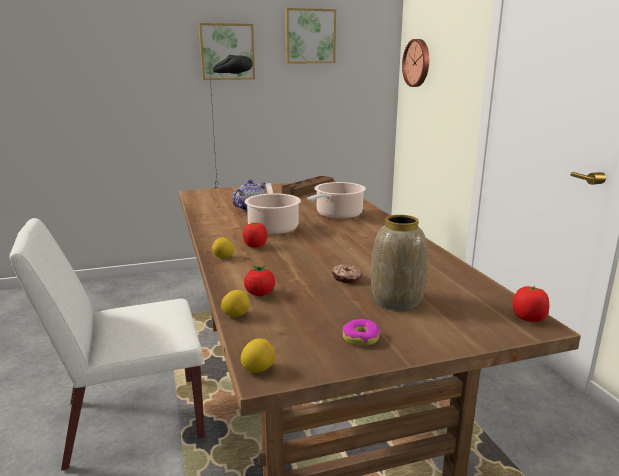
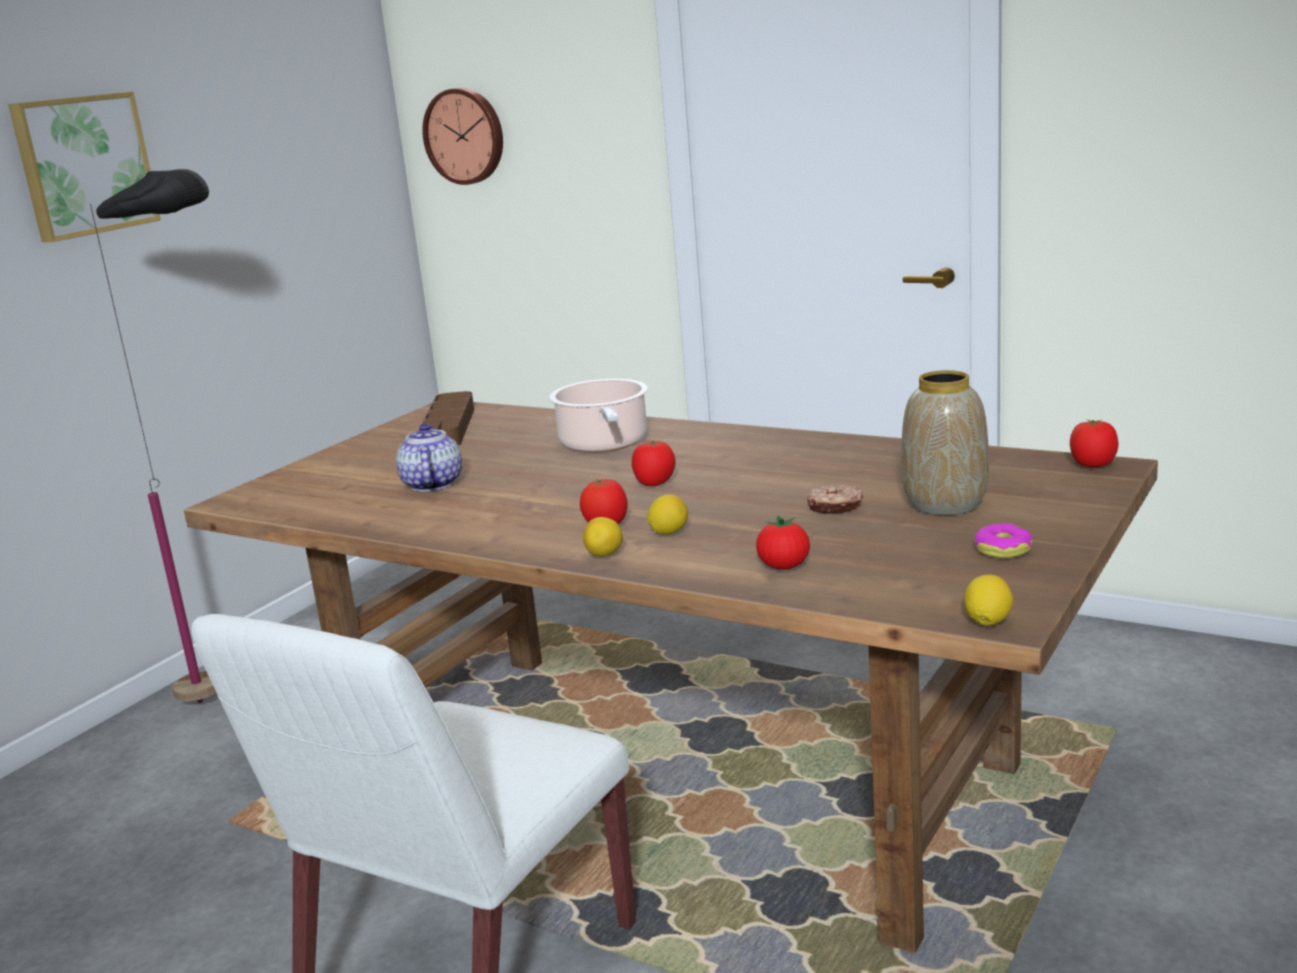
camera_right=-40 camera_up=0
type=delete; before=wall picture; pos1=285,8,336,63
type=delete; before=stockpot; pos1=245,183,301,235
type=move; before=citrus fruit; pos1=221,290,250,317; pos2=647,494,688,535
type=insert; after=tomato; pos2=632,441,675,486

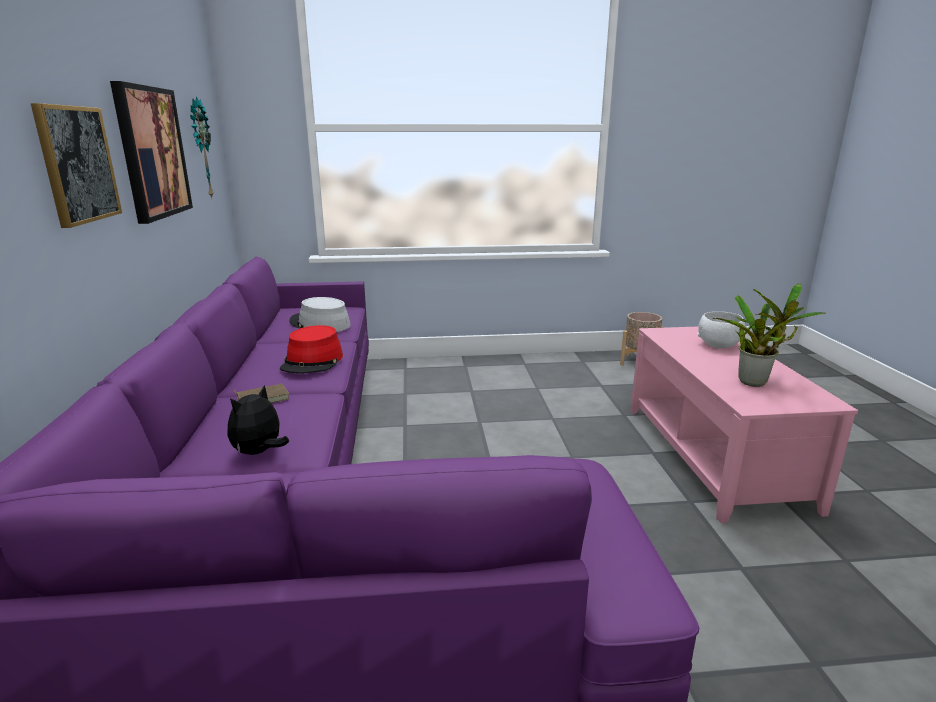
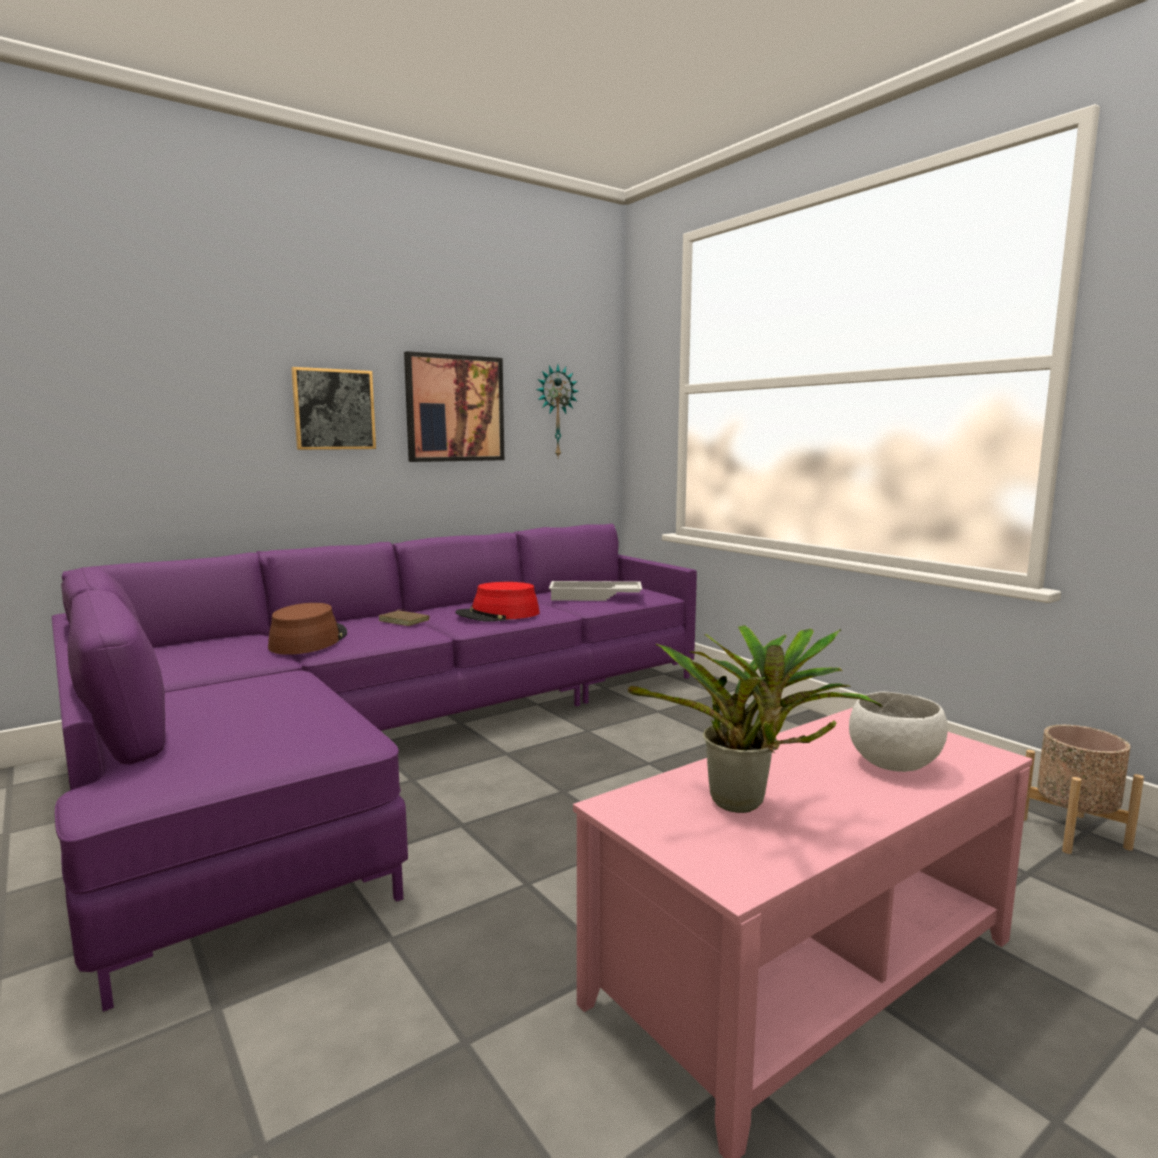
camera_right=60 camera_up=-10
type=replace; before=gray hat; after=white-coloured tray; pos1=289,297,351,332; pos2=549,581,642,601
type=replace; before=soft toy; after=brown hat; pos1=228,385,289,455; pos2=268,603,347,655

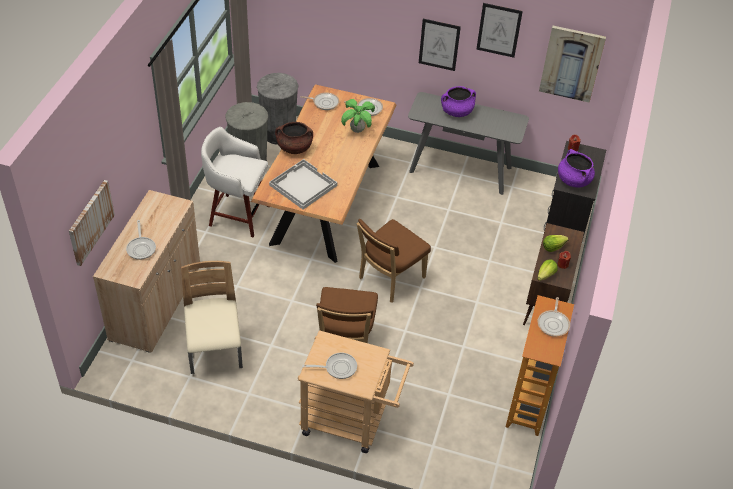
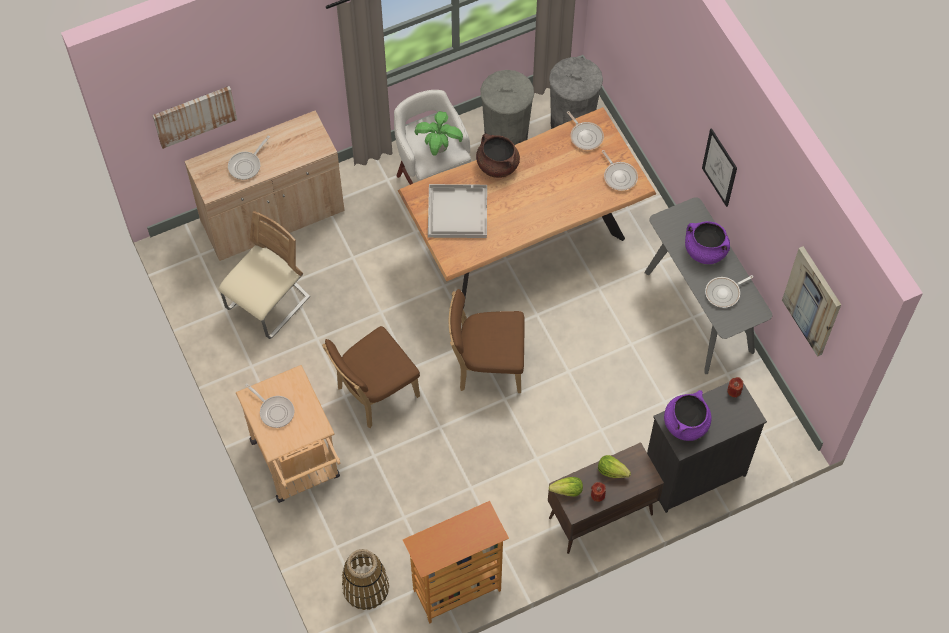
camera_right=50 camera_up=15
type=delete; before=wall picture; pos1=476,3,523,58
type=move; before=potted plant; pos1=341,99,375,133; pos2=415,111,463,156
type=move; before=skillet; pos1=538,297,570,337; pos2=705,275,753,308
type=insert; after=basket; pos2=342,549,389,610

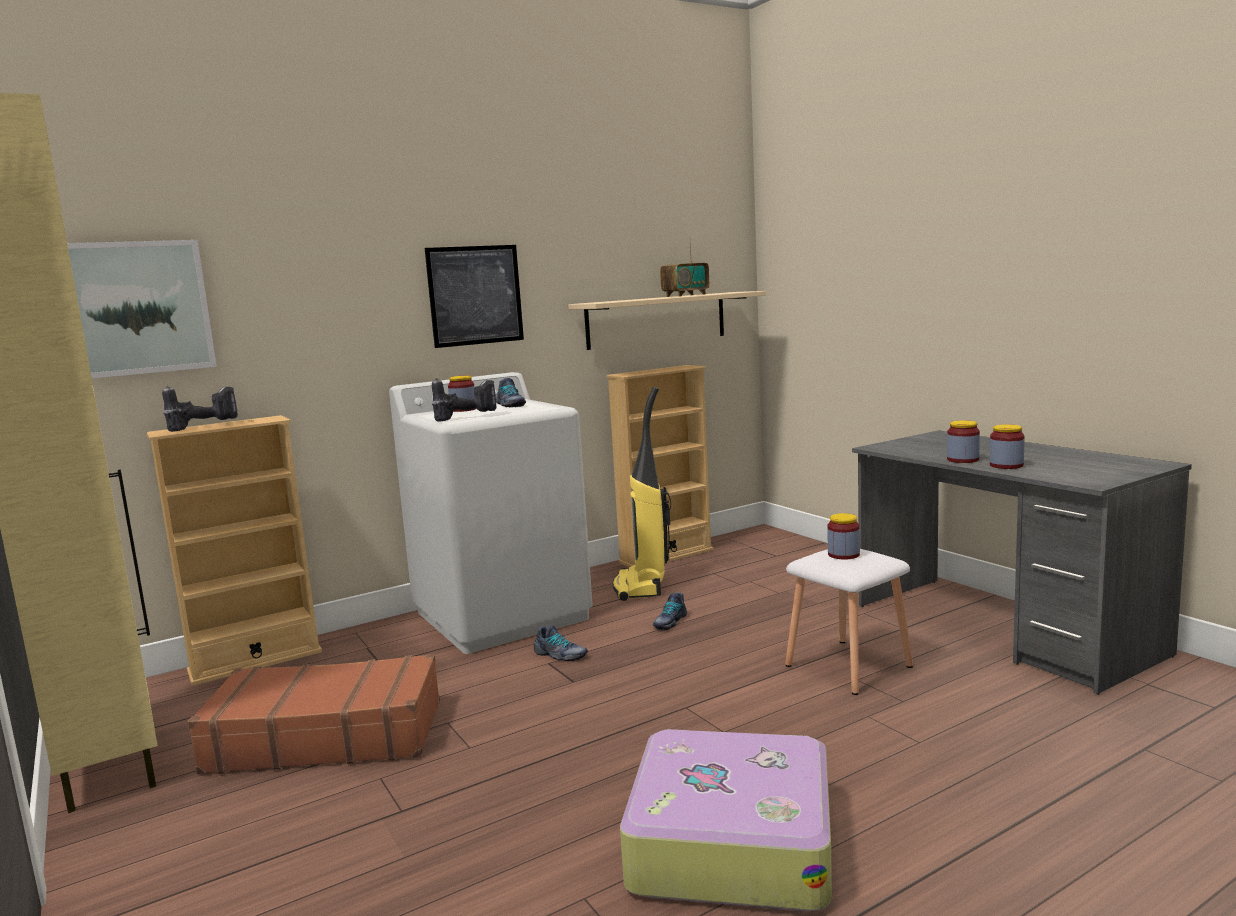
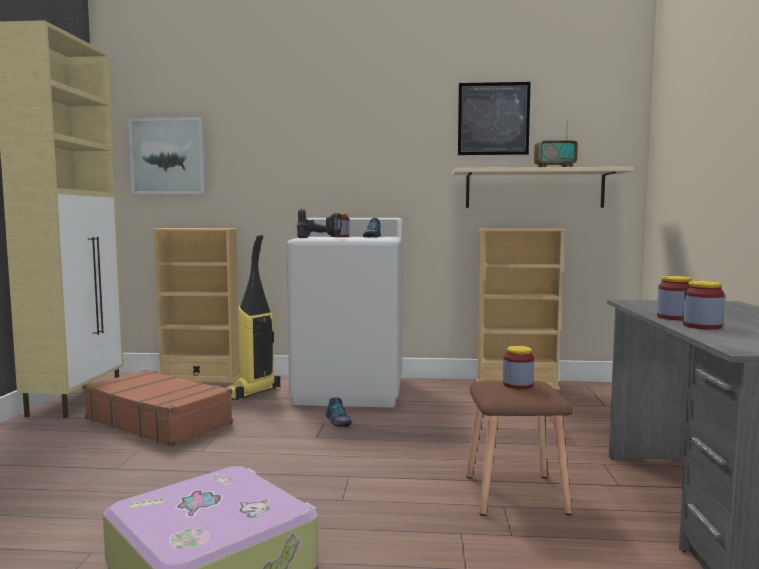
camera_right=35 camera_up=-5
type=move; before=wall picture; pos1=425,245,524,348; pos2=458,82,531,155
type=delete; before=electric drill; pos1=162,386,238,432
type=move; before=hoover; pos1=612,386,671,601; pos2=226,234,280,400
type=recolor; before=white-coloured sitting stool; after=brown sitting stool; pos1=785,549,913,695; pos2=466,381,573,516
type=delete; before=low shoe; pos1=653,592,687,631

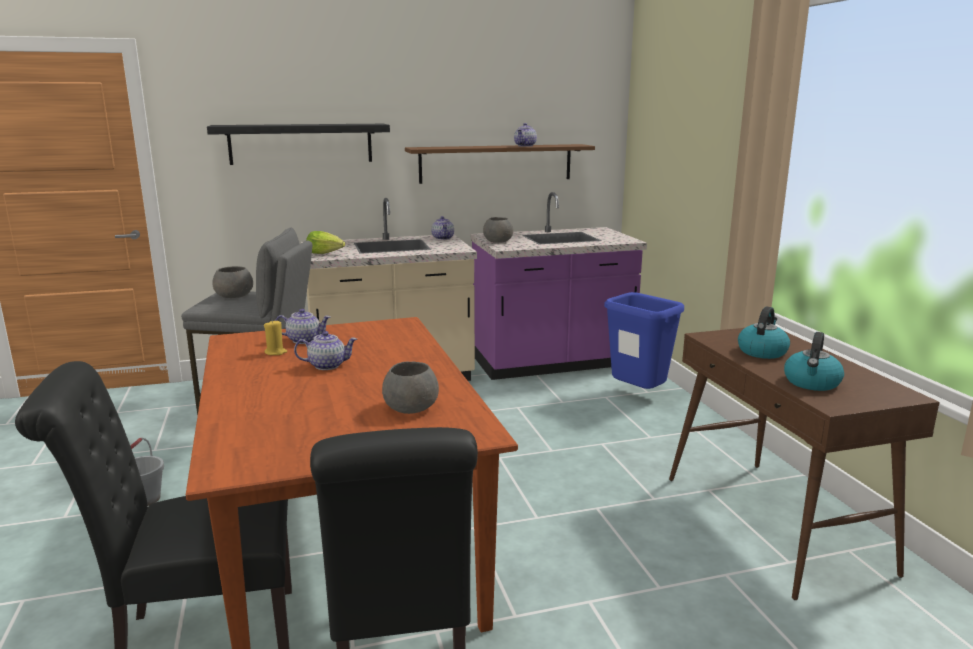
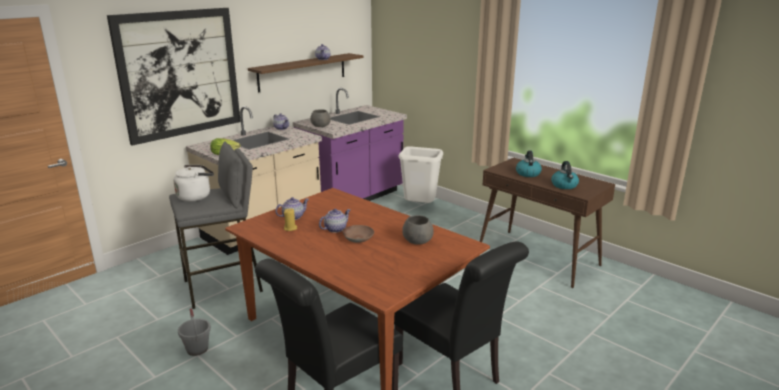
camera_right=-30 camera_up=5
type=replace; before=black-coloured shelf; after=wall picture; pos1=207,124,390,165; pos2=107,8,241,146
type=replace; before=gray deep dish; after=white-coloured tea kettle; pos1=212,266,253,298; pos2=174,165,214,202
type=recolor; before=blue trash can; after=white-coloured trash can; pos1=604,292,684,389; pos2=398,146,443,203
type=insert; after=brown deep dish; pos2=342,225,374,243

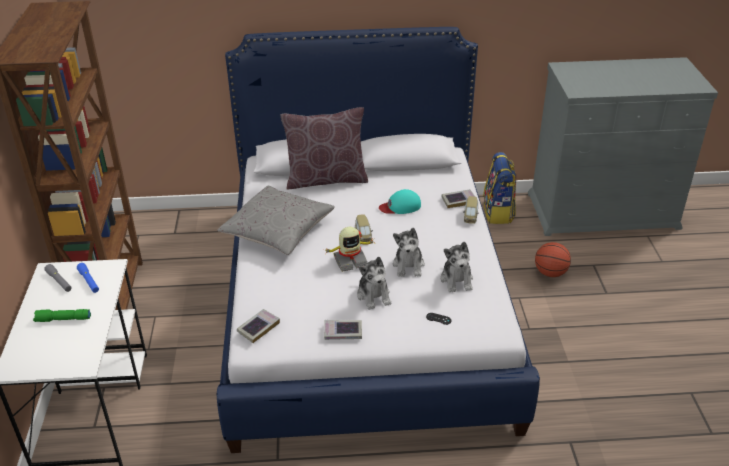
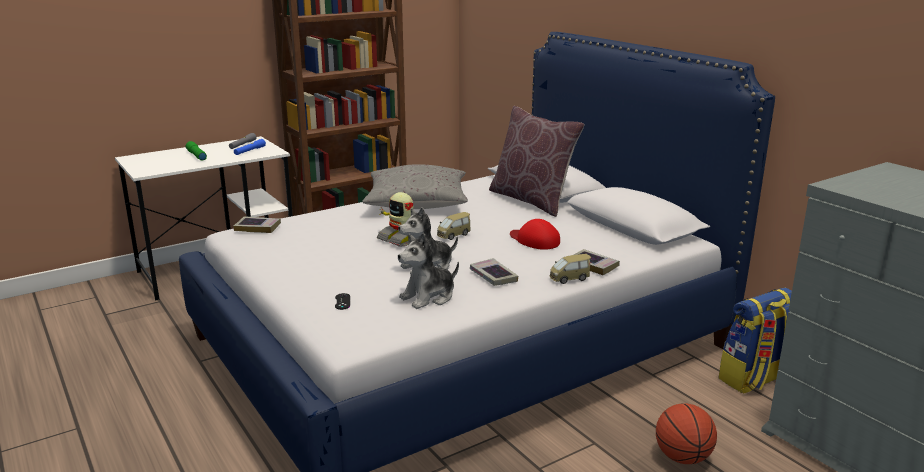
camera_right=60 camera_up=-15
type=recolor; before=blue-green baseball cap; after=red baseball cap; pos1=379,189,421,214; pos2=510,219,560,250
type=delete; before=soft toy; pos1=357,257,391,310
type=move; before=book; pos1=324,320,362,340; pos2=470,258,518,286

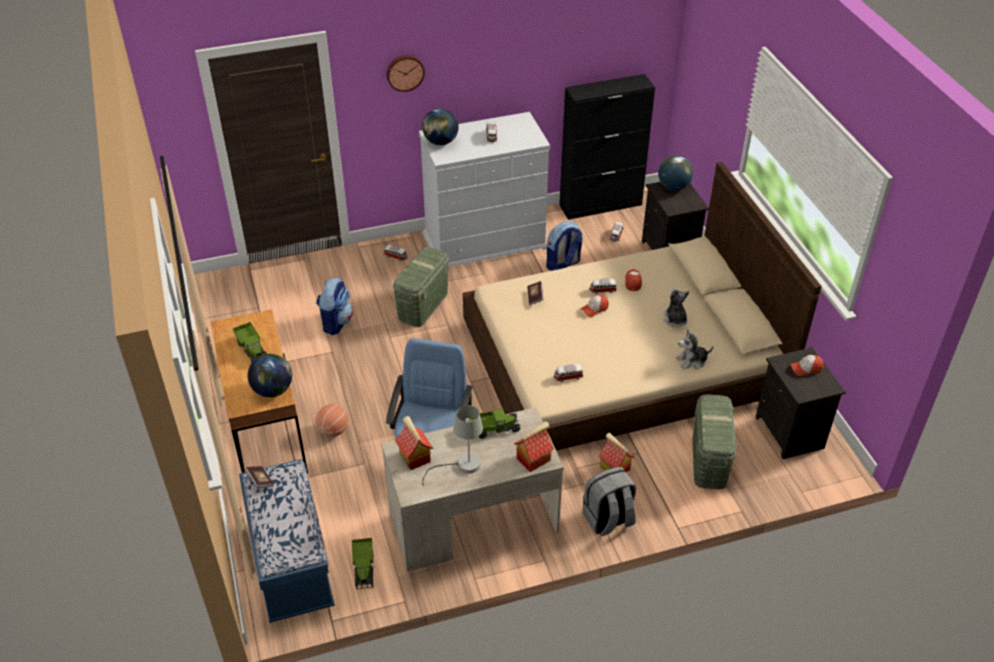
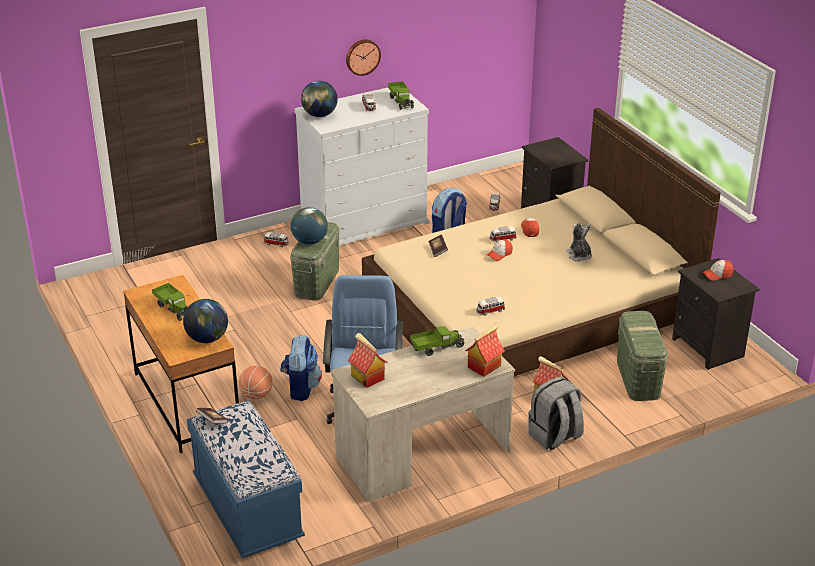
camera_right=-10 camera_up=-10
type=move; before=clock on the wall; pos1=386,55,425,92; pos2=346,39,381,76
type=delete; before=black-coloured cabinet; pos1=559,74,655,220
type=move; before=desk globe; pos1=658,156,693,191; pos2=290,207,328,245
type=move; before=rucksack; pos1=316,277,353,335; pos2=280,335,322,401
type=delete; before=soft toy; pos1=676,329,713,370
type=delete; before=gray table lamp; pos1=422,405,483,486
type=move; before=toy truck; pos1=352,538,374,590; pos2=388,81,414,110

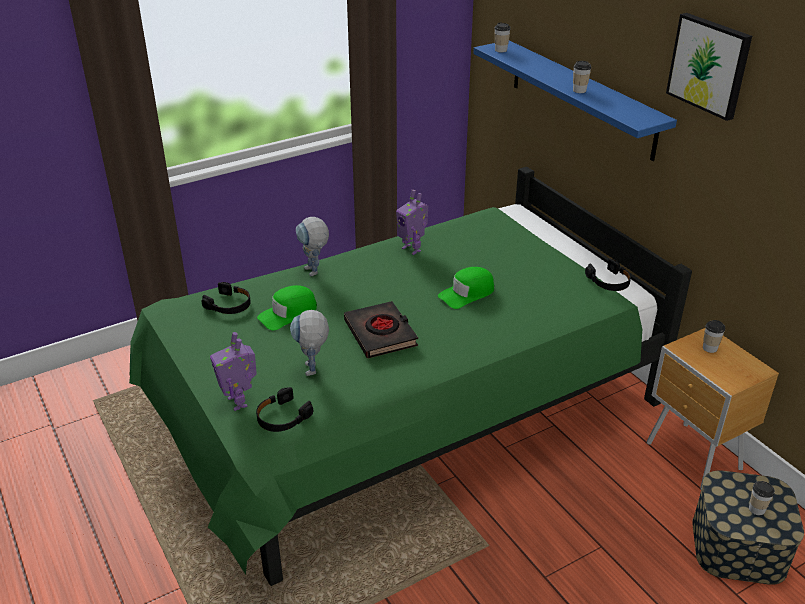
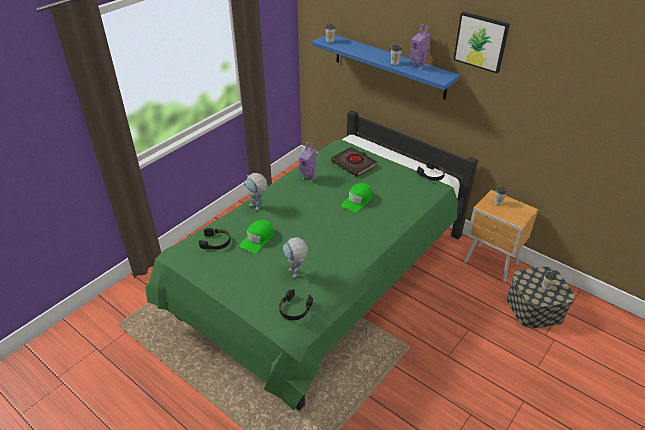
camera_right=-20 camera_up=5
type=move; before=black-coloured book; pos1=344,301,418,358; pos2=331,147,377,177
type=move; before=toy robot; pos1=210,332,257,411; pos2=410,24,431,70

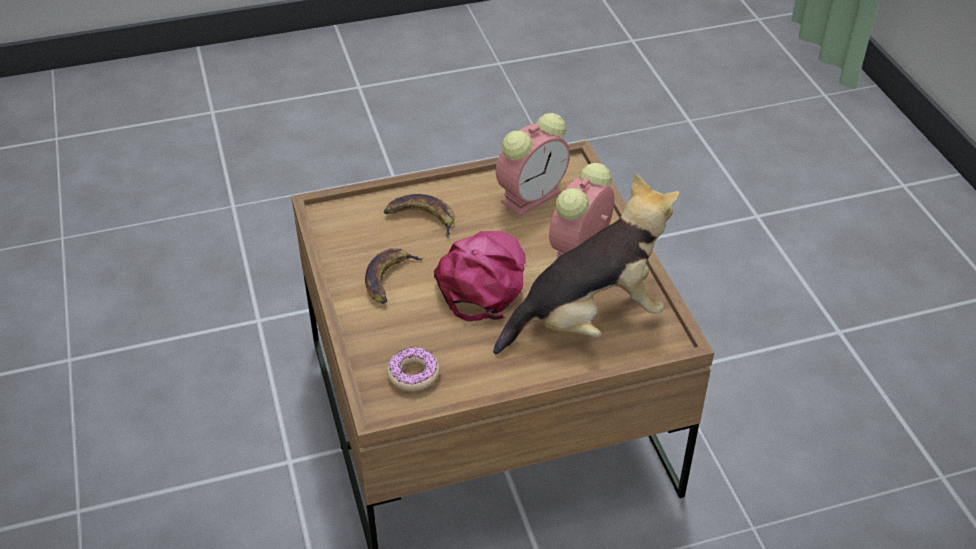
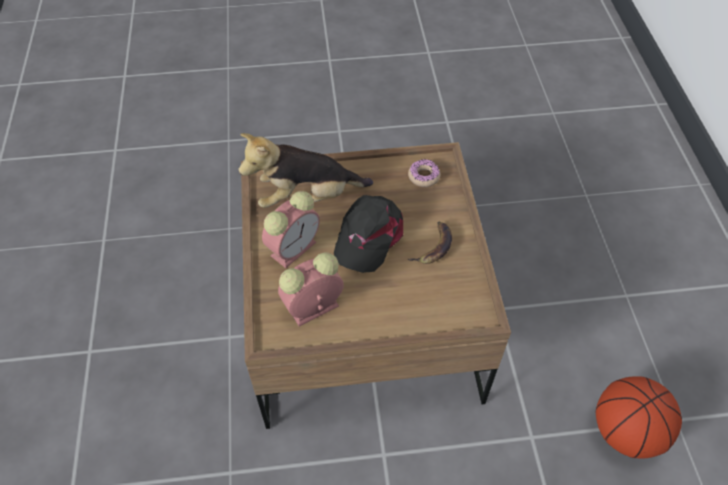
camera_right=-170 camera_up=10
type=delete; before=banana fruit; pos1=384,194,455,238
type=recolor; before=pinkish baseball cap; after=black-coloured baseball cap; pos1=434,231,526,321; pos2=334,195,403,273
type=insert; after=basketball ball; pos2=596,376,682,458

